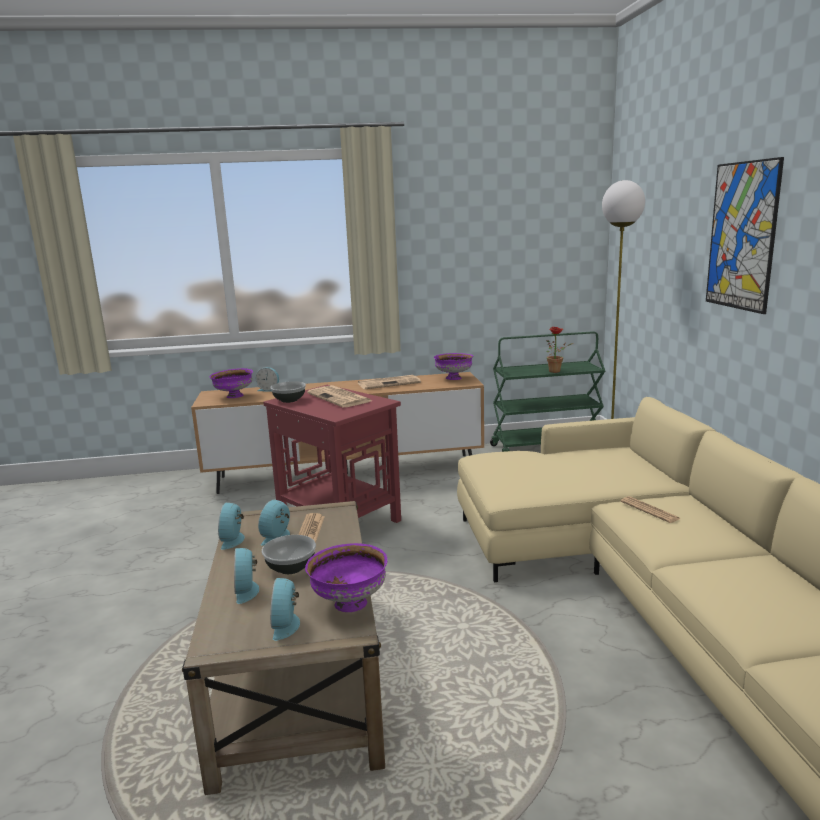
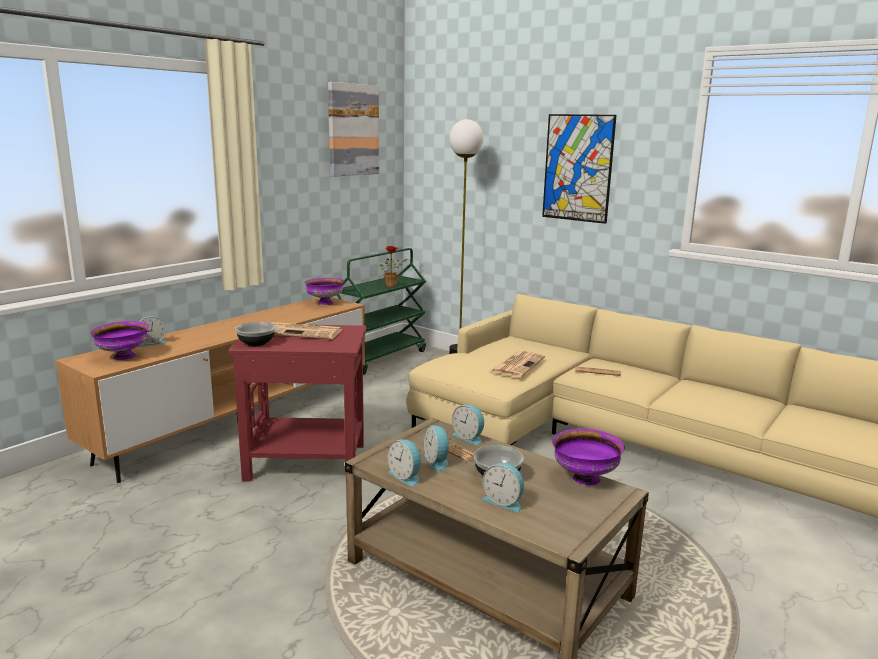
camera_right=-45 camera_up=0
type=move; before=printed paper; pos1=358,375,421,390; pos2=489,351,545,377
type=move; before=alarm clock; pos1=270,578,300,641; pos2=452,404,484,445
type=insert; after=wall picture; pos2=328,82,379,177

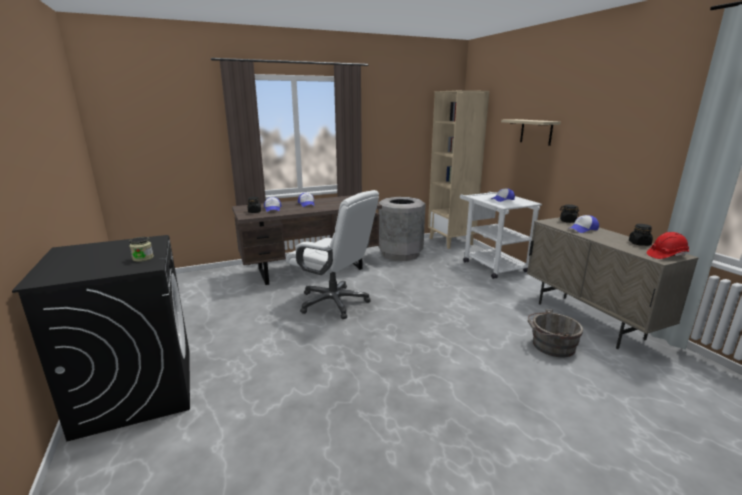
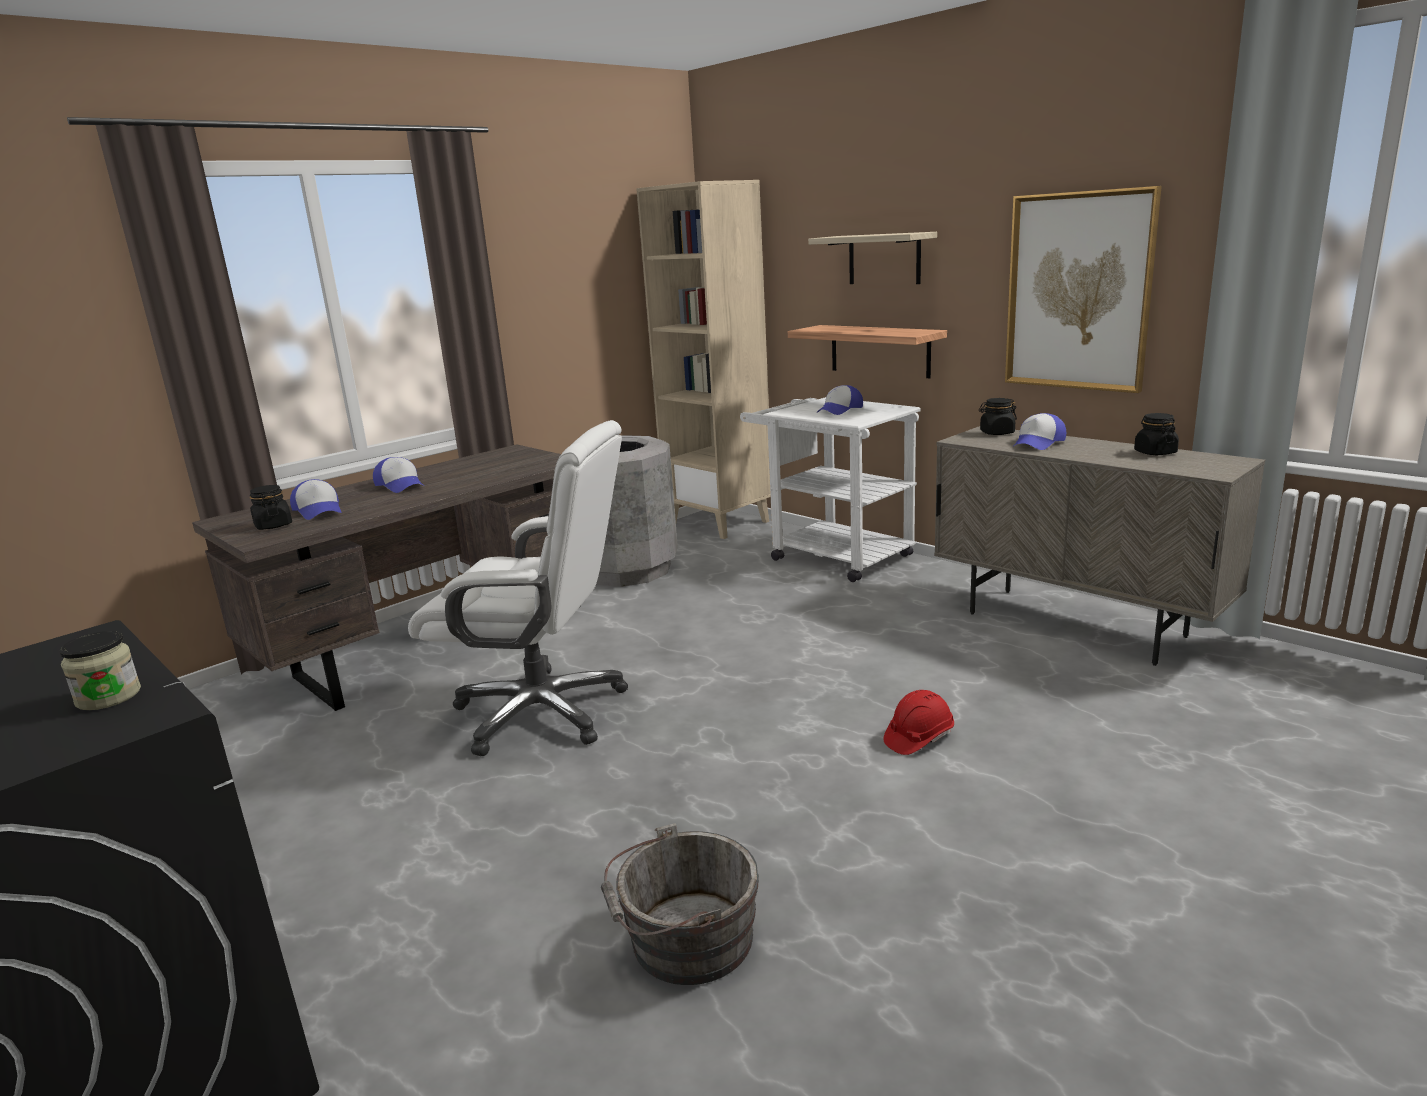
camera_right=-20 camera_up=0
type=move; before=red work helmet; pos1=647,232,689,259; pos2=883,690,954,755
type=move; before=gray pail; pos1=528,309,583,357; pos2=601,823,759,985
type=insert; after=wall picture; pos2=1005,186,1162,393
type=insert; after=shelf; pos2=788,325,947,378

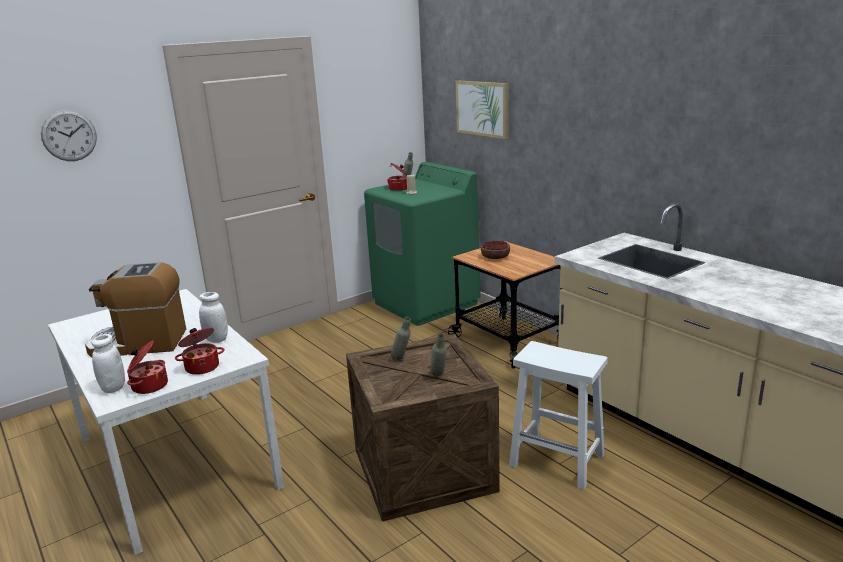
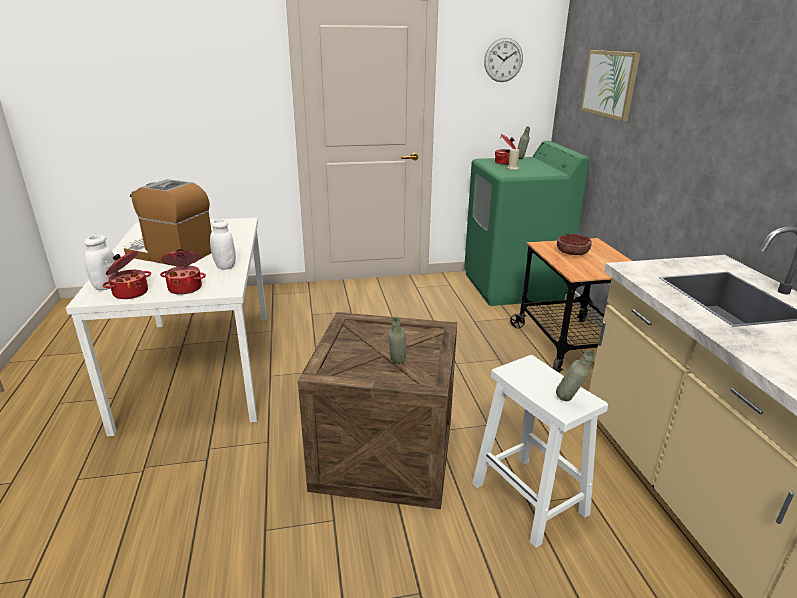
camera_right=25 camera_up=5
type=move; before=clock on the wall; pos1=41,110,97,161; pos2=484,38,523,82
type=move; before=gray beverage bottle; pos1=391,317,411,361; pos2=556,350,595,401

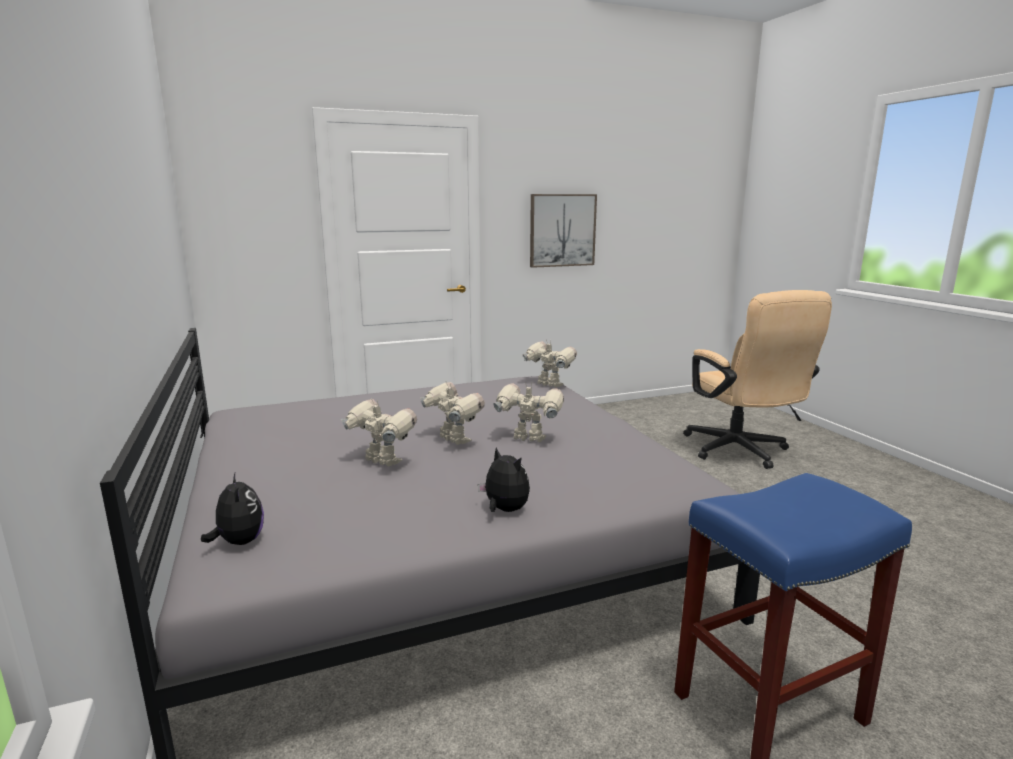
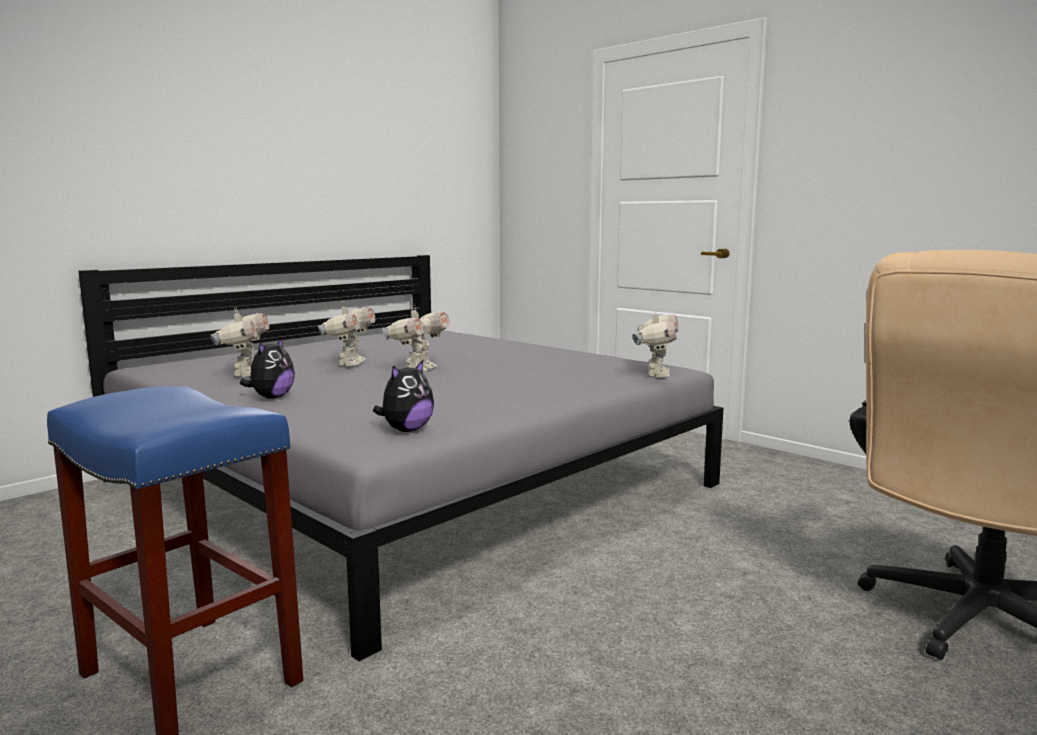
camera_right=65 camera_up=-5
type=delete; before=wall picture; pos1=530,194,597,268
type=move; before=toy robot; pos1=493,382,564,442; pos2=210,308,269,377
type=move; before=soft toy; pos1=201,473,264,545; pos2=373,360,434,432

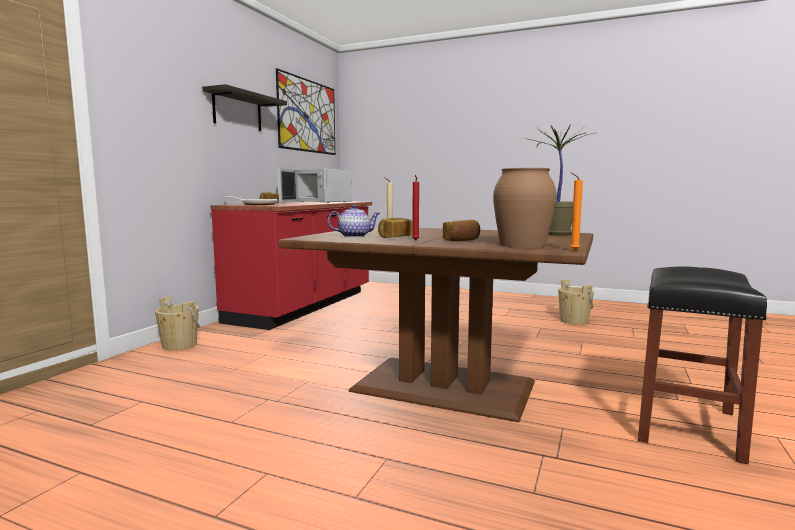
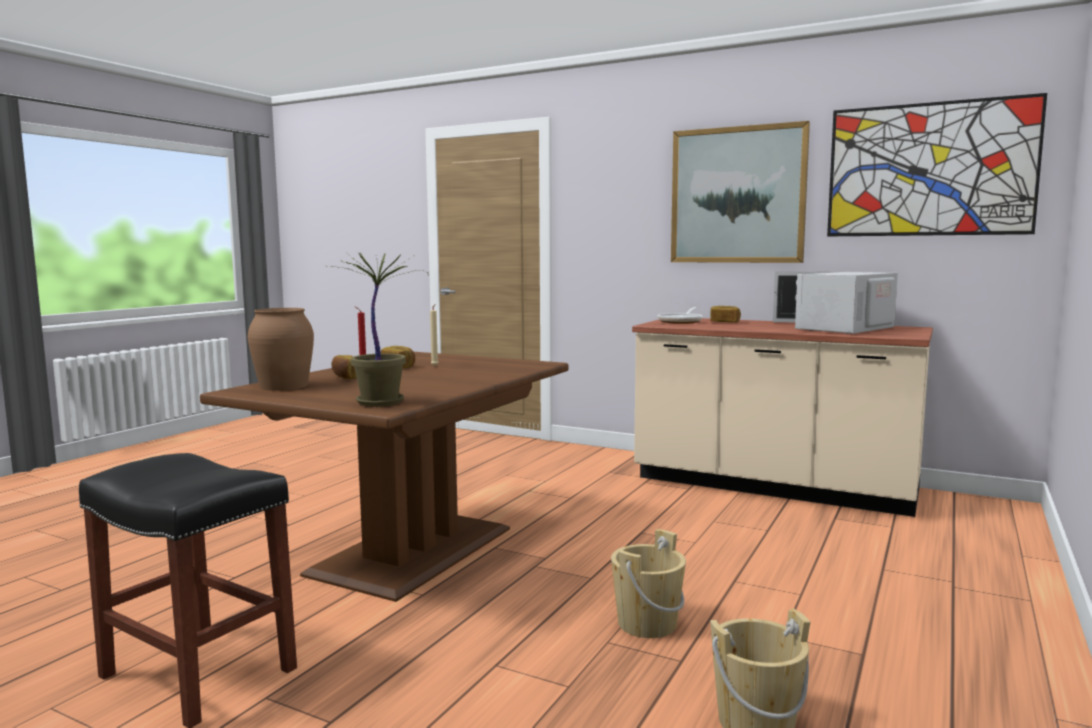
camera_right=95 camera_up=0
type=replace; before=shelf; after=wall picture; pos1=202,84,287,131; pos2=671,121,810,263
type=delete; before=orange wax candle; pos1=570,172,583,251
type=recolor; before=red kitchen counter; after=beige-coloured kitchen counter; pos1=211,202,372,330; pos2=632,318,933,517
type=delete; before=teapot; pos1=328,205,380,237
type=move; before=beige-coloured pail; pos1=155,296,200,350; pos2=611,529,686,638

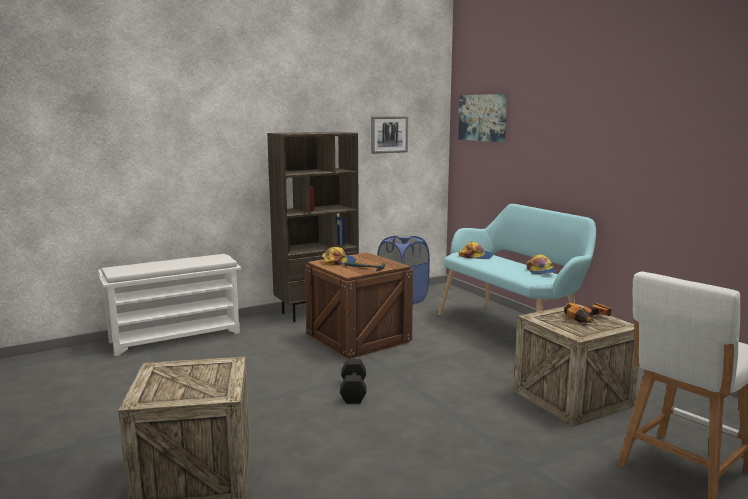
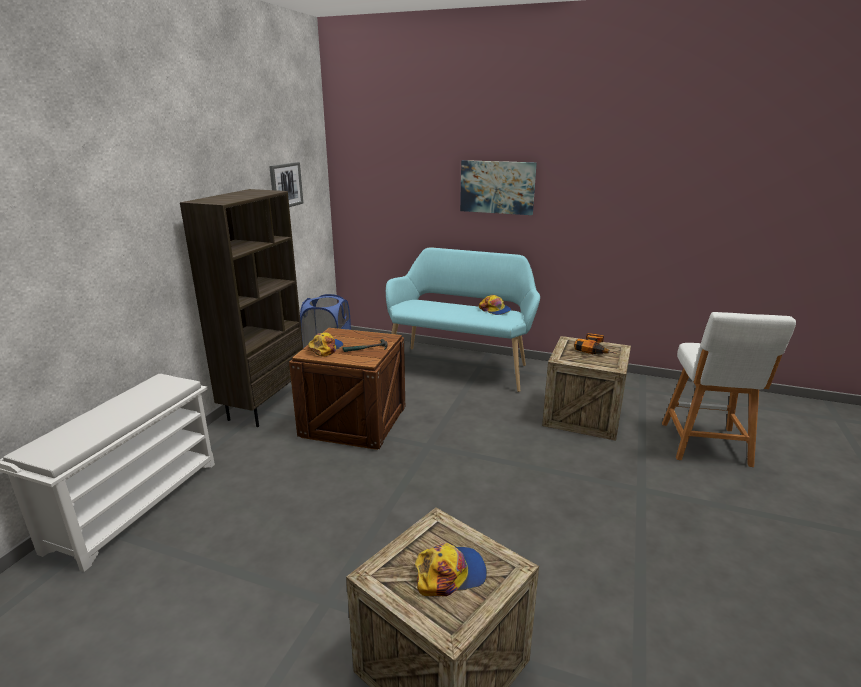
camera_right=-40 camera_up=10
type=move; before=wall picture; pos1=458,94,507,142; pos2=460,160,537,215
type=move; before=baseball cap; pos1=459,242,493,259; pos2=415,543,487,596
type=delete; before=black-coloured free weight; pos1=340,359,366,404

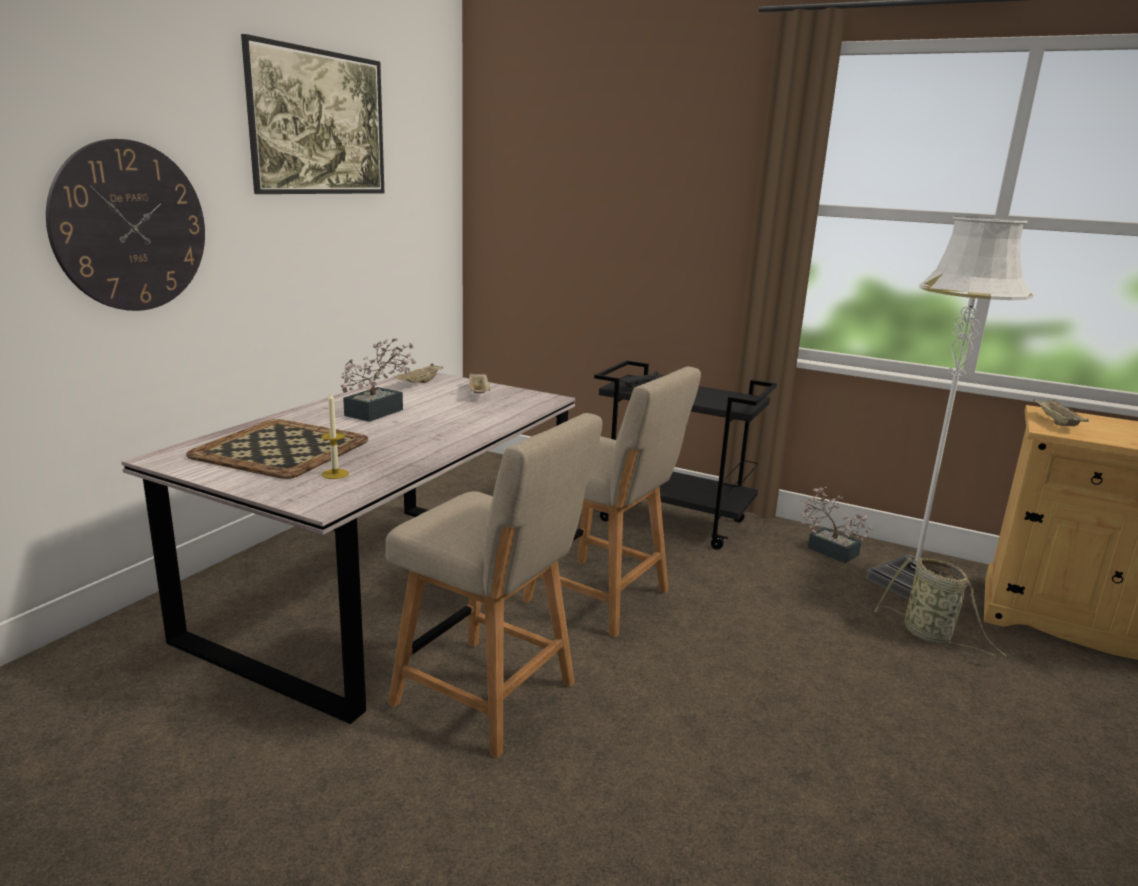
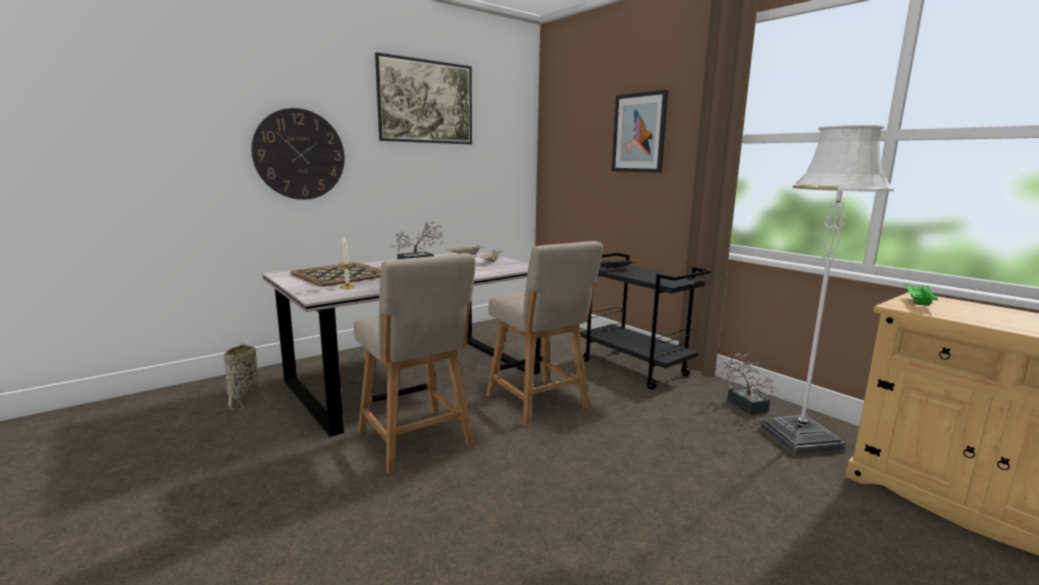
camera_right=25 camera_up=-5
type=recolor; before=beige-coloured tray; after=green-coloured tray; pos1=1033,399,1089,426; pos2=904,284,938,306
type=move; before=basket; pos1=874,556,1007,658; pos2=224,343,258,410
type=insert; after=wall picture; pos2=612,90,668,173

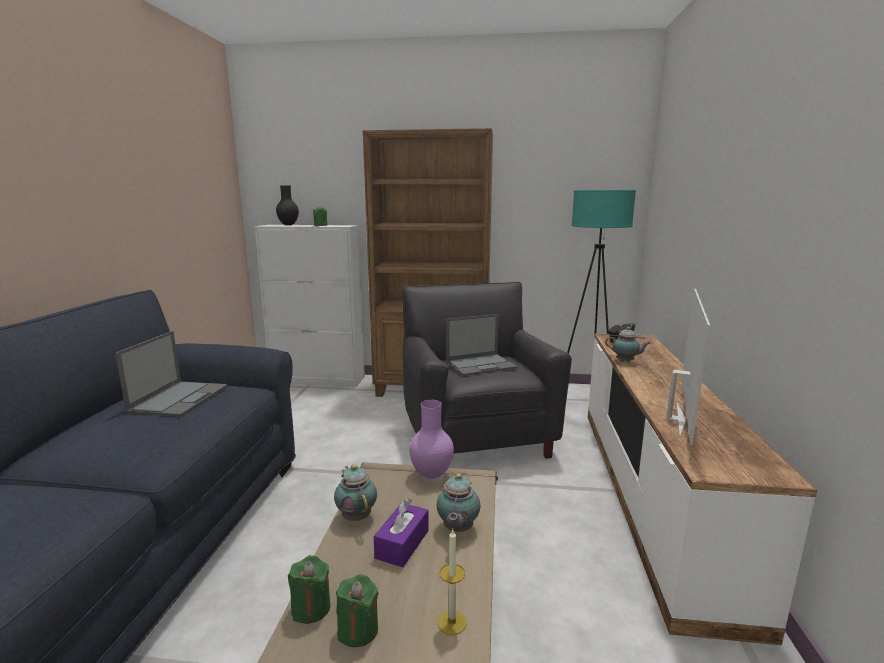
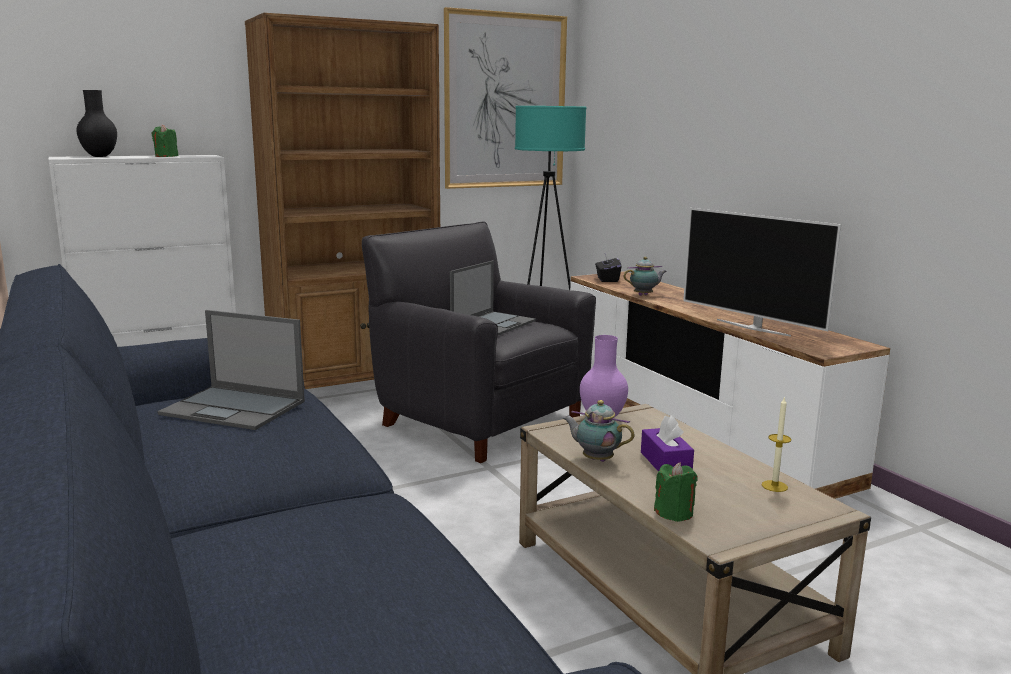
camera_right=-35 camera_up=0
type=rotate; before=TV; pos1=667,289,710,445; pos2=683,208,841,337; turn=150
type=rotate; before=laptop; pos1=115,331,228,417; pos2=158,310,305,430; turn=135
type=delete; before=teapot; pos1=436,473,480,532
type=delete; before=green-coloured wax candle; pos1=336,574,379,647
type=insert; after=wall picture; pos2=444,7,567,189

